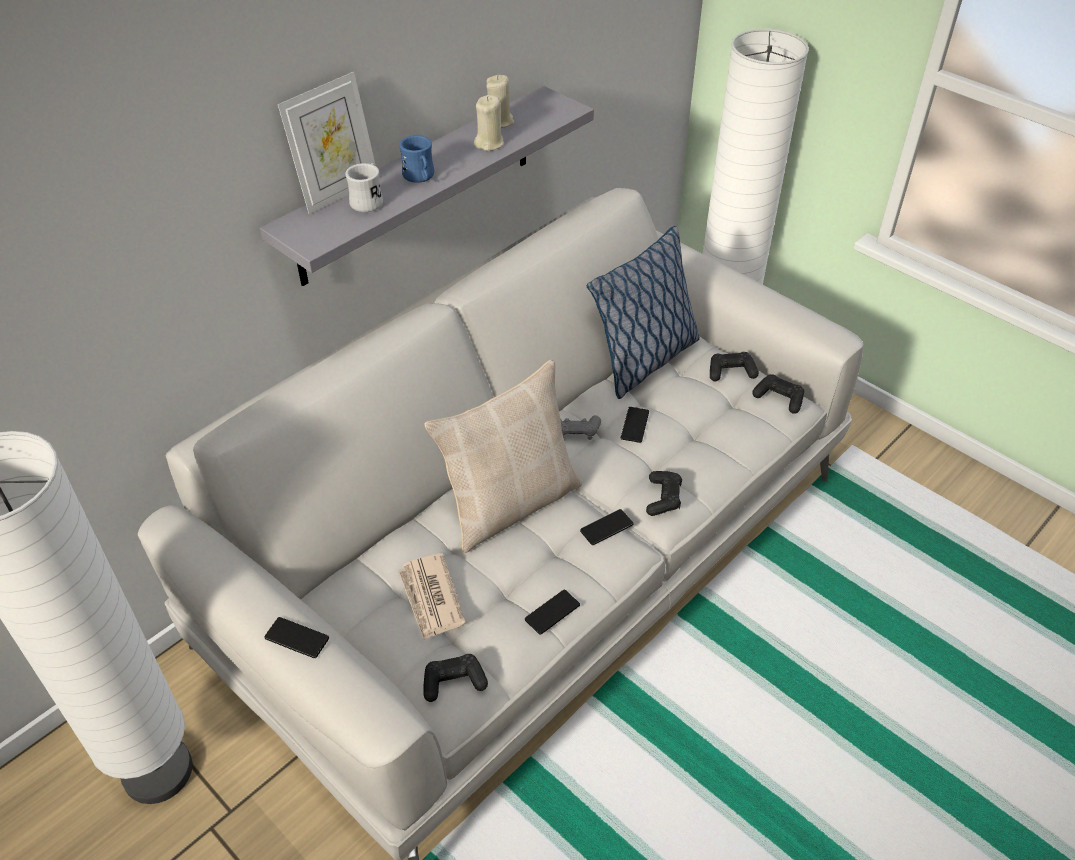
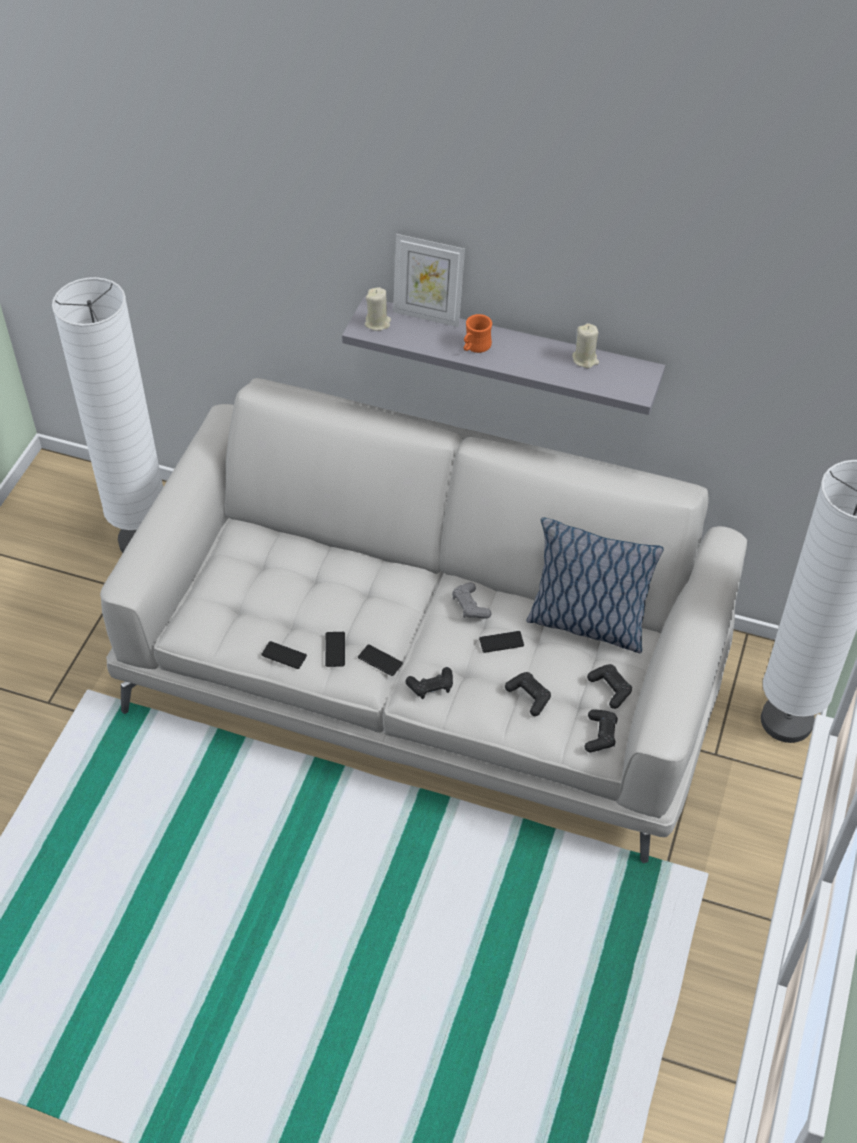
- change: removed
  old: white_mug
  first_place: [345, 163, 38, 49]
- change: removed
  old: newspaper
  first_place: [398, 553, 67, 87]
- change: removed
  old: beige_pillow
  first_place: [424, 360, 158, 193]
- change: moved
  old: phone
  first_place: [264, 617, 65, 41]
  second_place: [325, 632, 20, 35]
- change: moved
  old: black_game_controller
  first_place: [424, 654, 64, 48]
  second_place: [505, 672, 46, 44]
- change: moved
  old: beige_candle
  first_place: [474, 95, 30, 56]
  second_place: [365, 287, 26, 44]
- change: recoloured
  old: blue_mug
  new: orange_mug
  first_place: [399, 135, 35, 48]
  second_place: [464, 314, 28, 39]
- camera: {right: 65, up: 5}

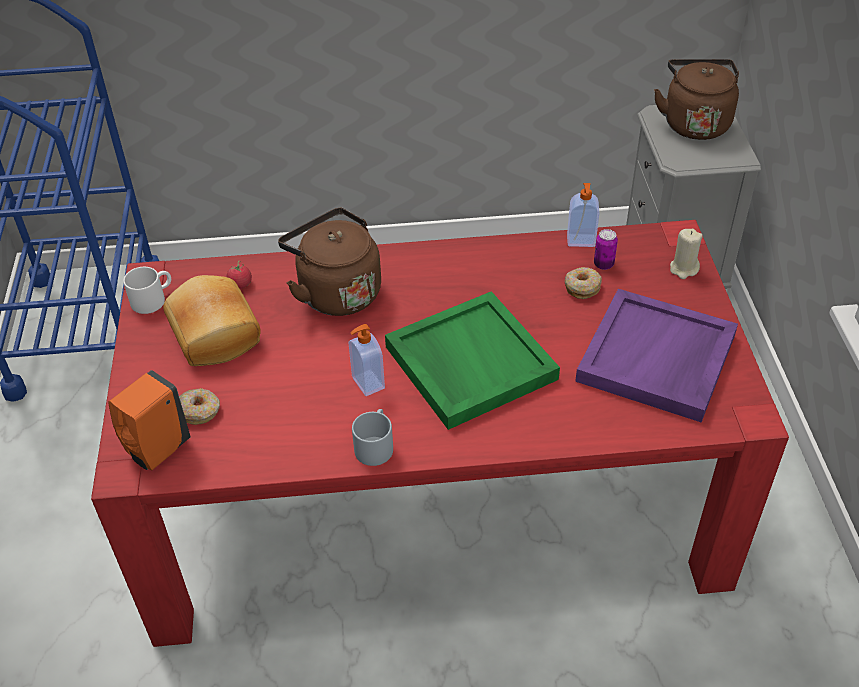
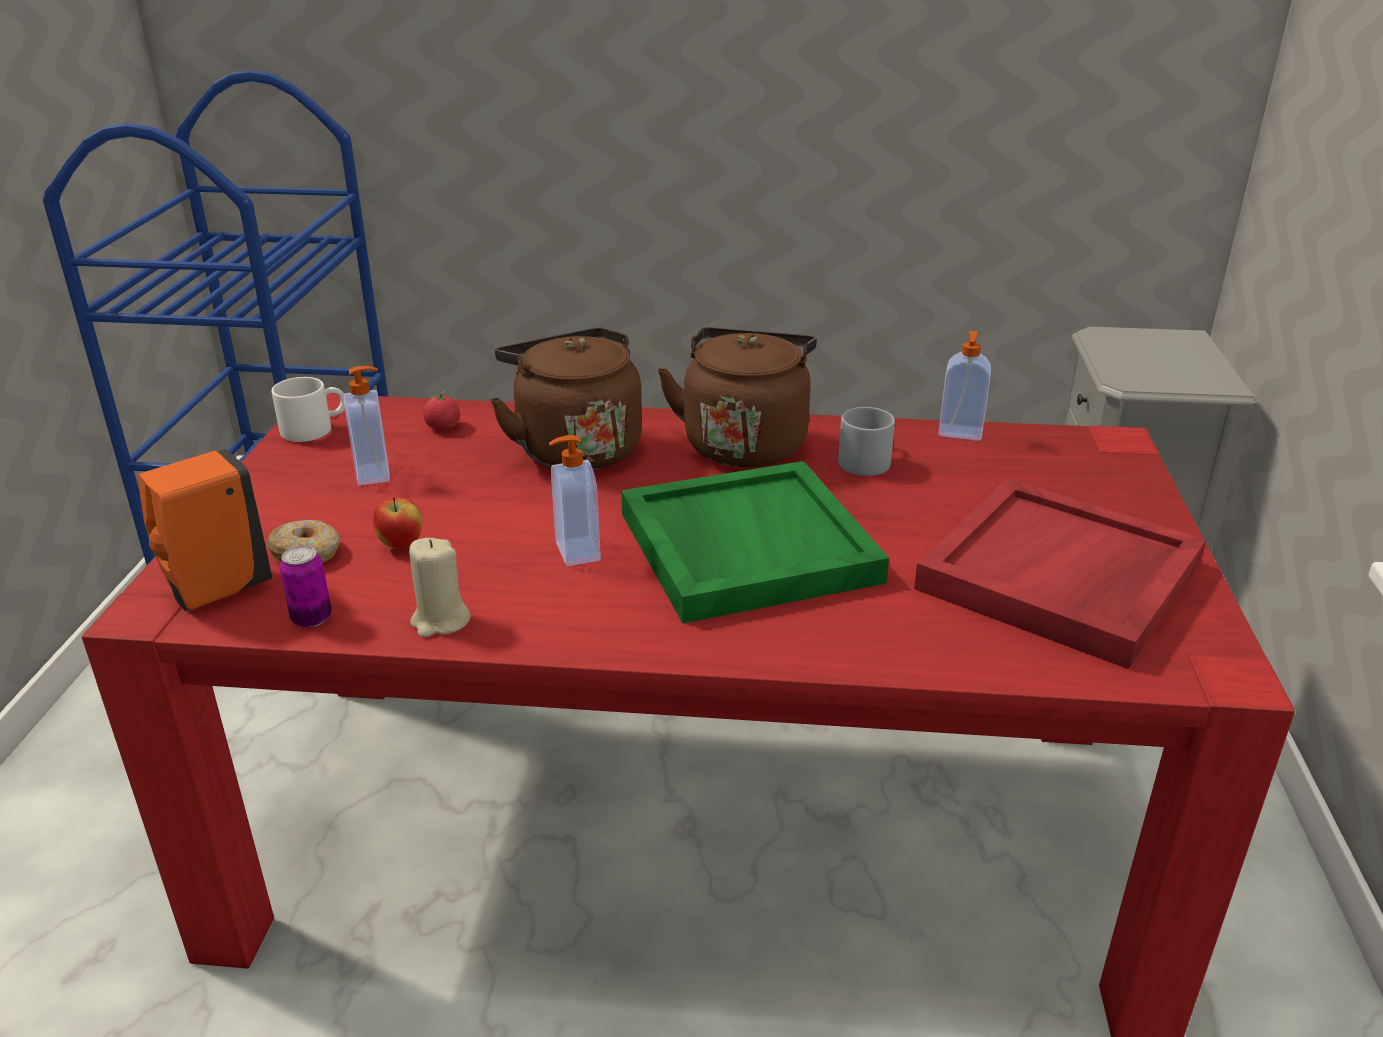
- change: removed
  old: donut
  first_place: [565, 267, 37, 32]
- change: added
  new: apple
  second_place: [373, 497, 49, 51]
- change: moved
  old: grey_mug
  first_place: [352, 409, 41, 57]
  second_place: [838, 407, 57, 69]
- change: moved
  old: can
  first_place: [594, 229, 24, 41]
  second_place: [280, 546, 52, 82]
- change: moved
  old: brown_kettle
  first_place: [654, 59, 85, 81]
  second_place: [658, 327, 159, 140]
- change: moved
  old: beige_candle
  first_place: [670, 229, 33, 50]
  second_place: [409, 538, 62, 100]
- change: replaced
  old: bread
  new: soap_dispenser
  first_place: [163, 275, 98, 91]
  second_place: [344, 366, 46, 119]
- change: recoloured
  old: purple_tray
  new: red_tray
  first_place: [575, 289, 163, 133]
  second_place: [914, 479, 292, 190]
- camera: {right: 10, up: -15}

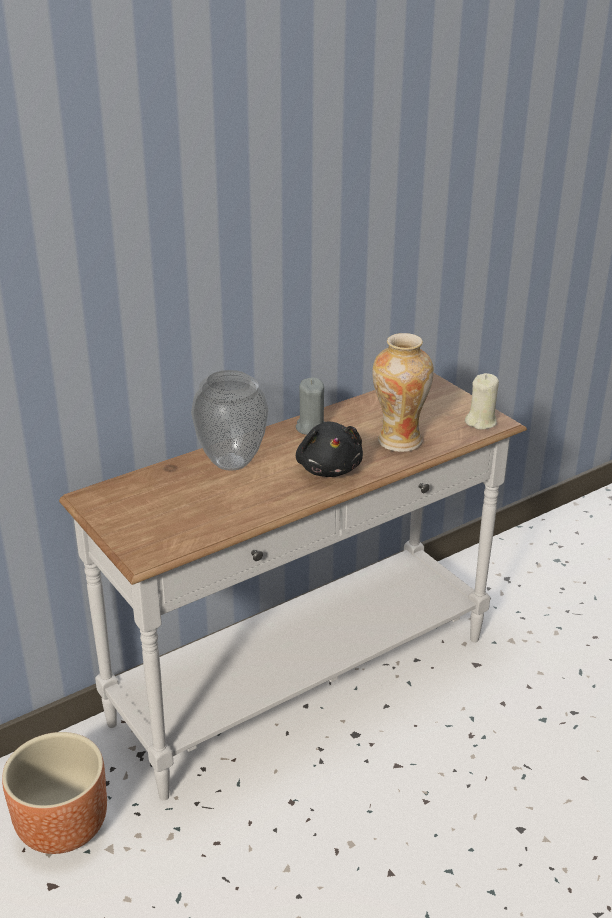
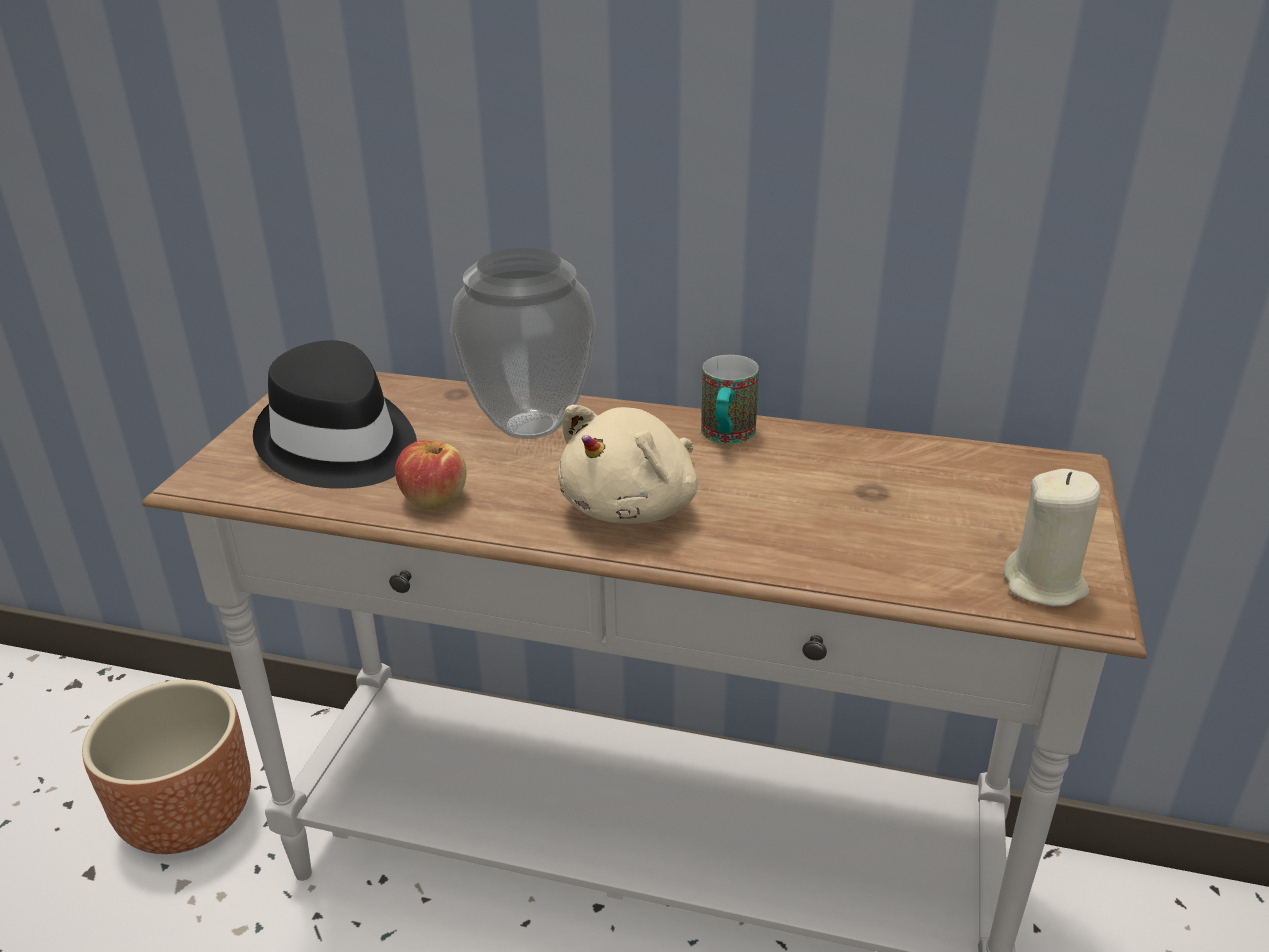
- change: removed
  old: vase
  first_place: [373, 333, 61, 119]
- change: added
  new: black_hat
  second_place: [253, 340, 164, 149]
- change: added
  new: apple
  second_place: [395, 440, 72, 70]
- change: replaced
  old: grey_candle
  new: mug
  first_place: [296, 378, 28, 57]
  second_place: [701, 355, 58, 89]
- change: recoloured
  old: black_plush_toy
  new: beige_plush_toy
  first_place: [296, 422, 67, 55]
  second_place: [558, 405, 140, 119]
- camera: {right: 50, up: 0}

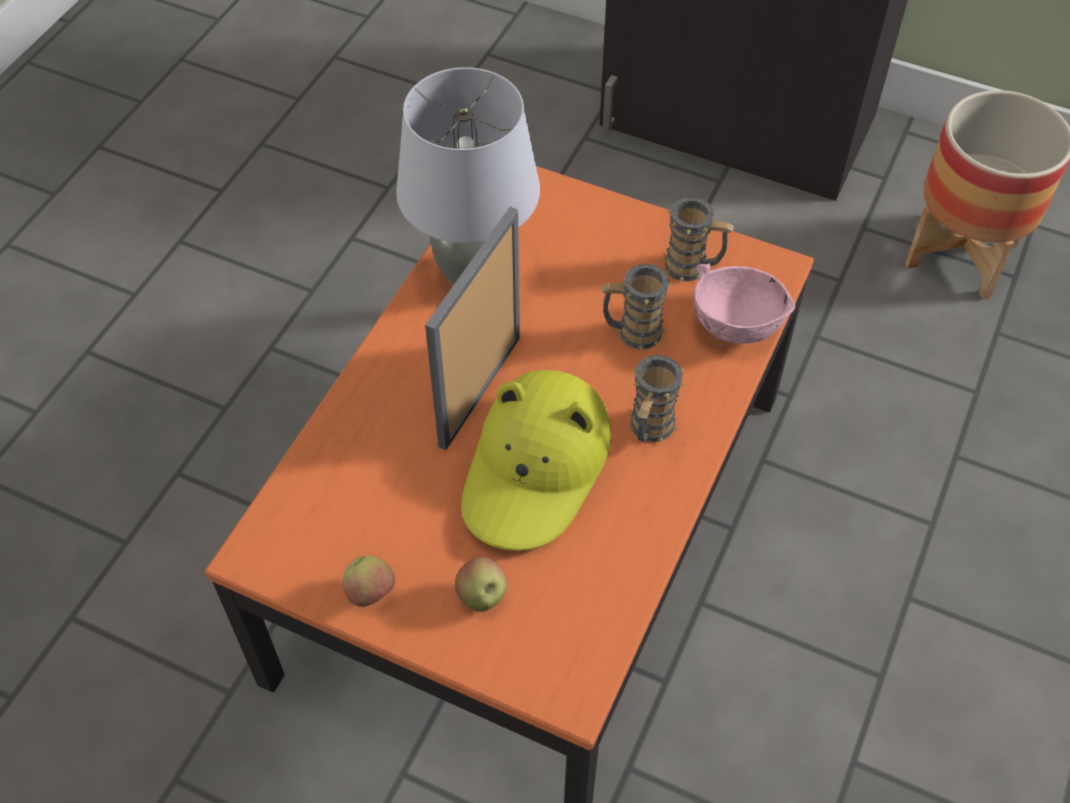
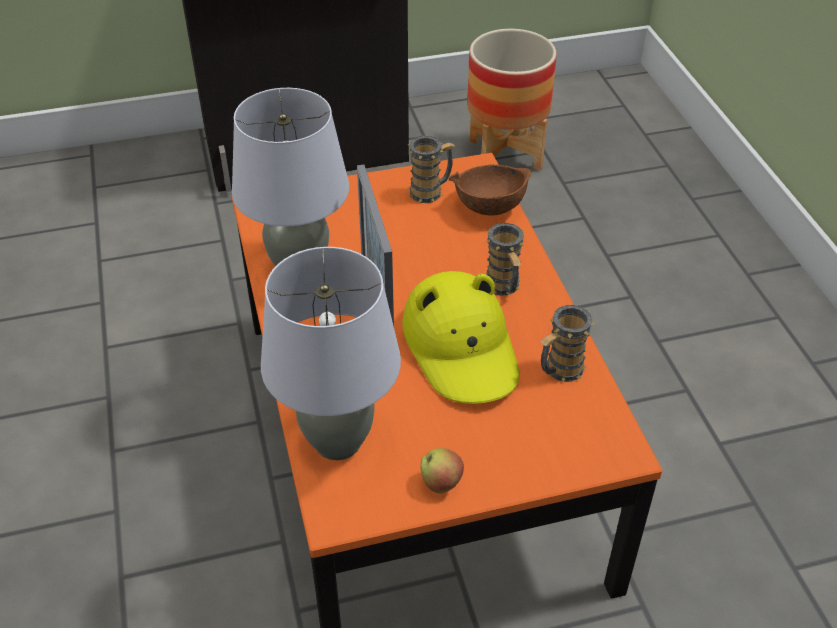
- change: removed
  old: apple
  first_place: [455, 557, 52, 55]
- change: added
  new: grey_table_lamp
  second_place: [261, 247, 140, 213]
- change: moved
  old: mug
  first_place: [600, 264, 72, 87]
  second_place: [541, 305, 54, 77]
- change: recoloured
  old: pink_bowl
  new: brown_bowl
  first_place: [694, 263, 101, 81]
  second_place: [449, 165, 82, 51]
- camera: {right: -40, up: -10}

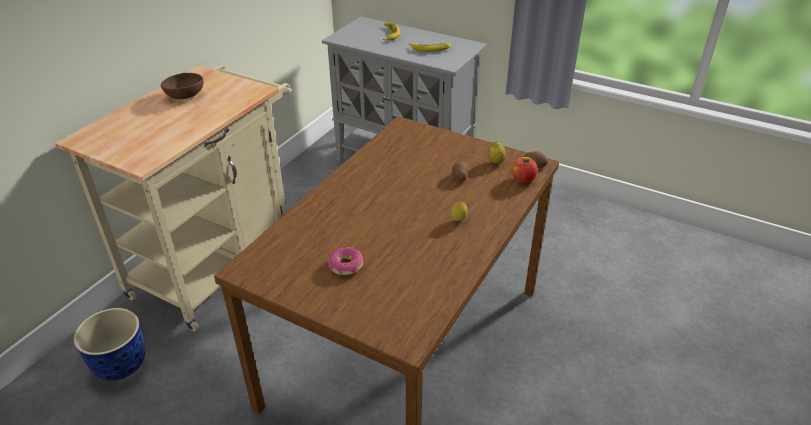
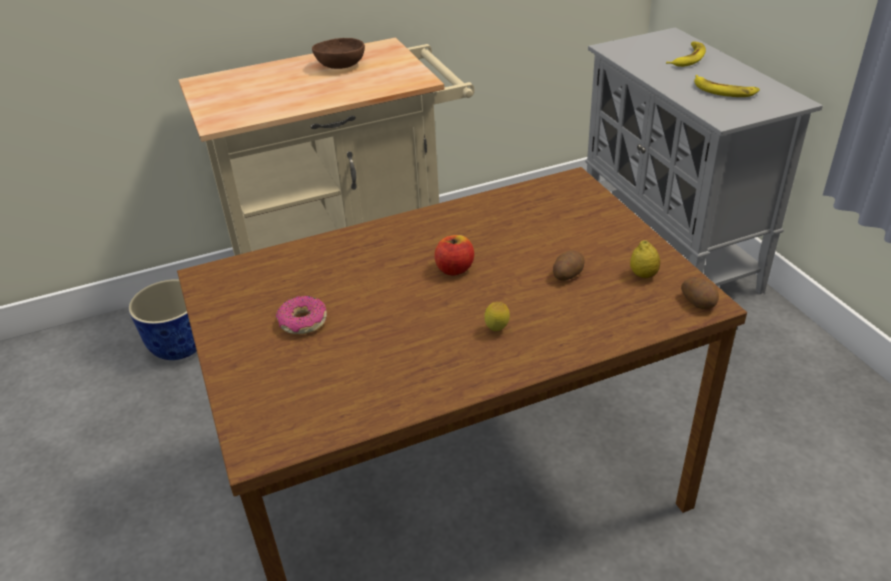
- change: moved
  old: apple
  first_place: [512, 157, 25, 27]
  second_place: [434, 235, 40, 40]
- camera: {right: 40, up: 0}

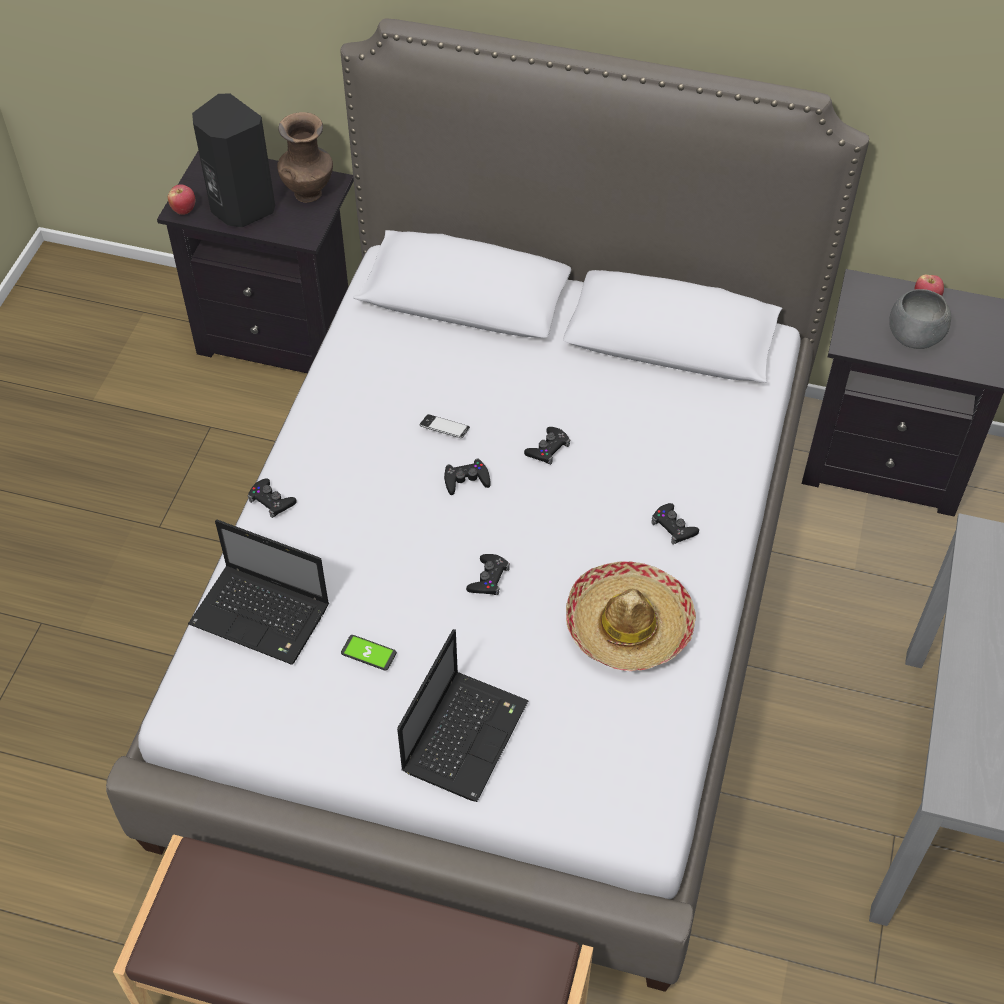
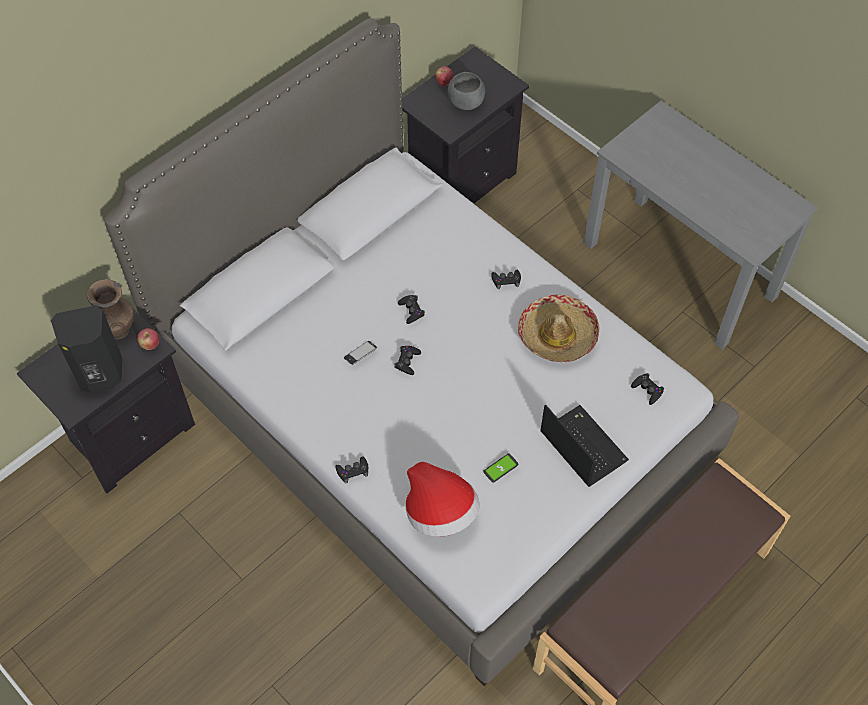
- change: moved
  old: apple
  first_place: [168, 184, 27, 31]
  second_place: [137, 328, 22, 22]
- change: moved
  old: black_game_controller
  first_place: [466, 554, 44, 41]
  second_place: [631, 373, 33, 32]
- change: replaced
  old: laptop
  new: hat
  first_place: [188, 520, 141, 145]
  second_place: [406, 462, 74, 75]
- camera: {right: -60, up: 5}

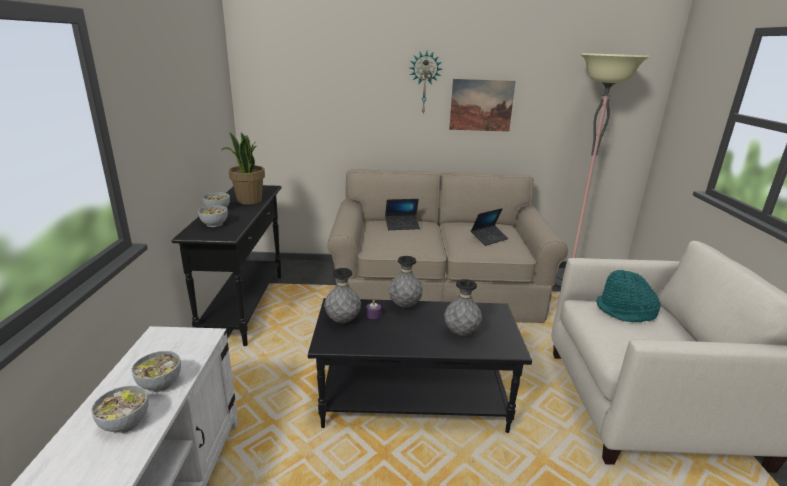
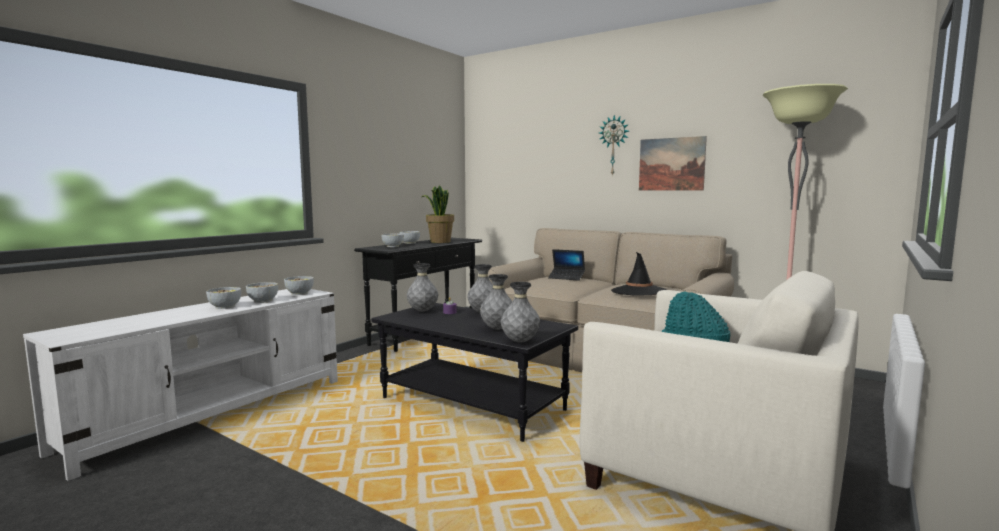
- change: added
  new: bowl
  second_place: [284, 276, 30, 19]
- change: added
  new: grey_vase
  second_place: [501, 282, 39, 61]
- change: replaced
  old: laptop
  new: black_hat
  first_place: [471, 208, 38, 38]
  second_place: [611, 252, 56, 44]
- camera: {right: 35, up: -15}

